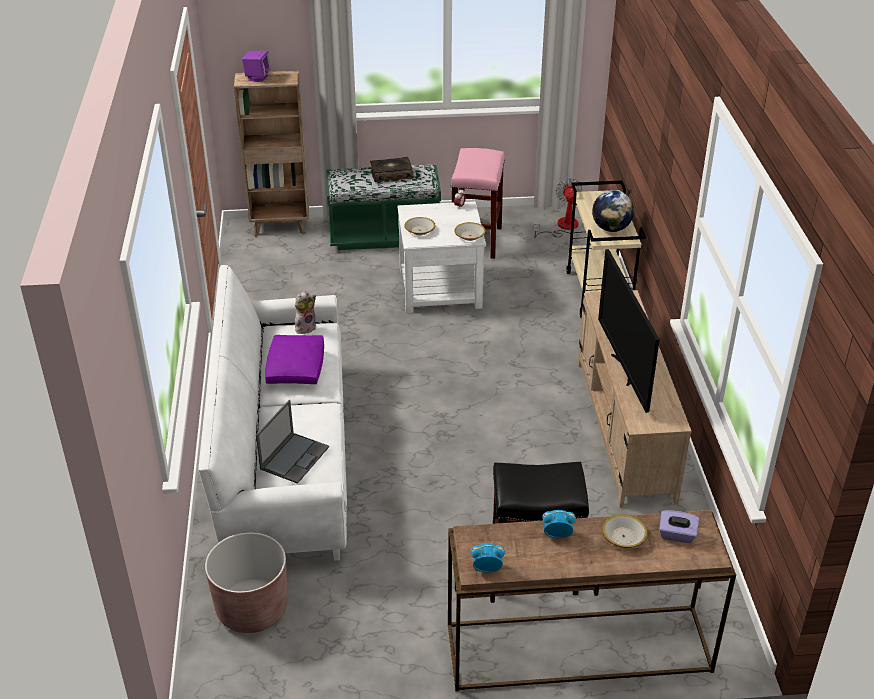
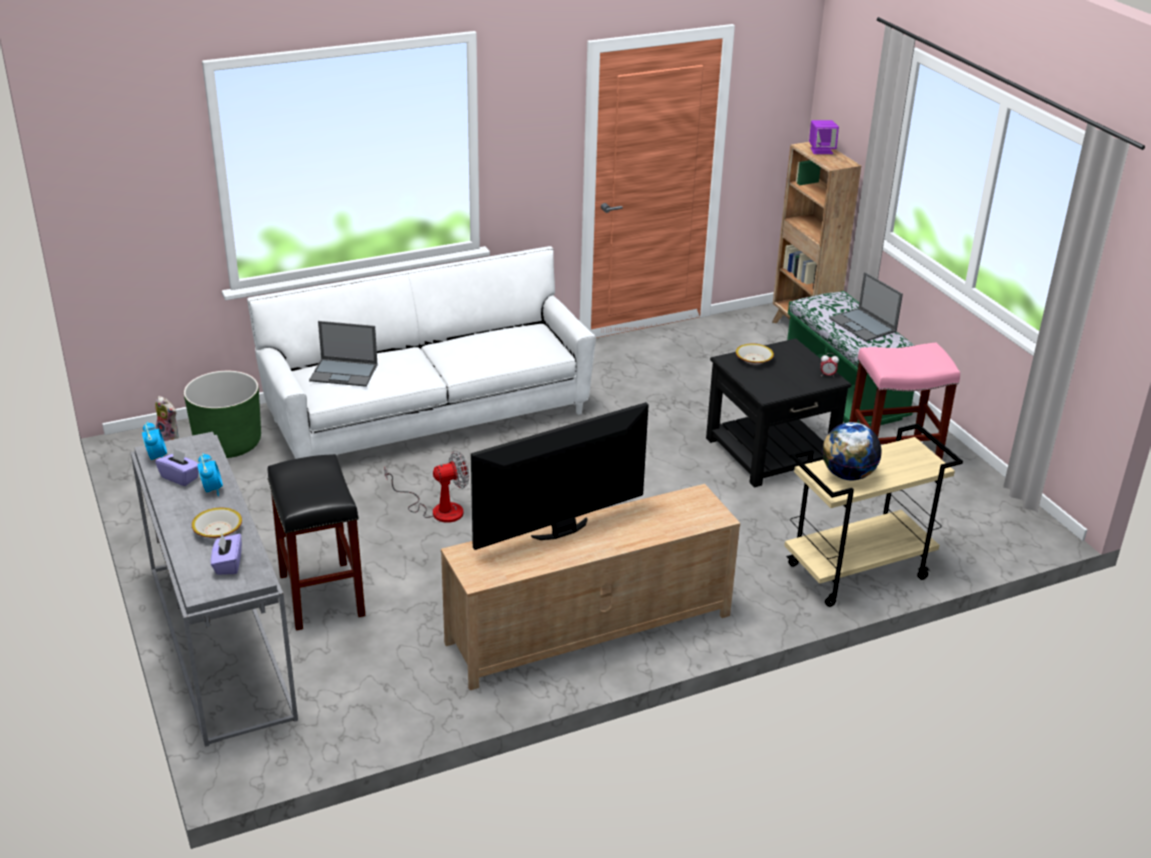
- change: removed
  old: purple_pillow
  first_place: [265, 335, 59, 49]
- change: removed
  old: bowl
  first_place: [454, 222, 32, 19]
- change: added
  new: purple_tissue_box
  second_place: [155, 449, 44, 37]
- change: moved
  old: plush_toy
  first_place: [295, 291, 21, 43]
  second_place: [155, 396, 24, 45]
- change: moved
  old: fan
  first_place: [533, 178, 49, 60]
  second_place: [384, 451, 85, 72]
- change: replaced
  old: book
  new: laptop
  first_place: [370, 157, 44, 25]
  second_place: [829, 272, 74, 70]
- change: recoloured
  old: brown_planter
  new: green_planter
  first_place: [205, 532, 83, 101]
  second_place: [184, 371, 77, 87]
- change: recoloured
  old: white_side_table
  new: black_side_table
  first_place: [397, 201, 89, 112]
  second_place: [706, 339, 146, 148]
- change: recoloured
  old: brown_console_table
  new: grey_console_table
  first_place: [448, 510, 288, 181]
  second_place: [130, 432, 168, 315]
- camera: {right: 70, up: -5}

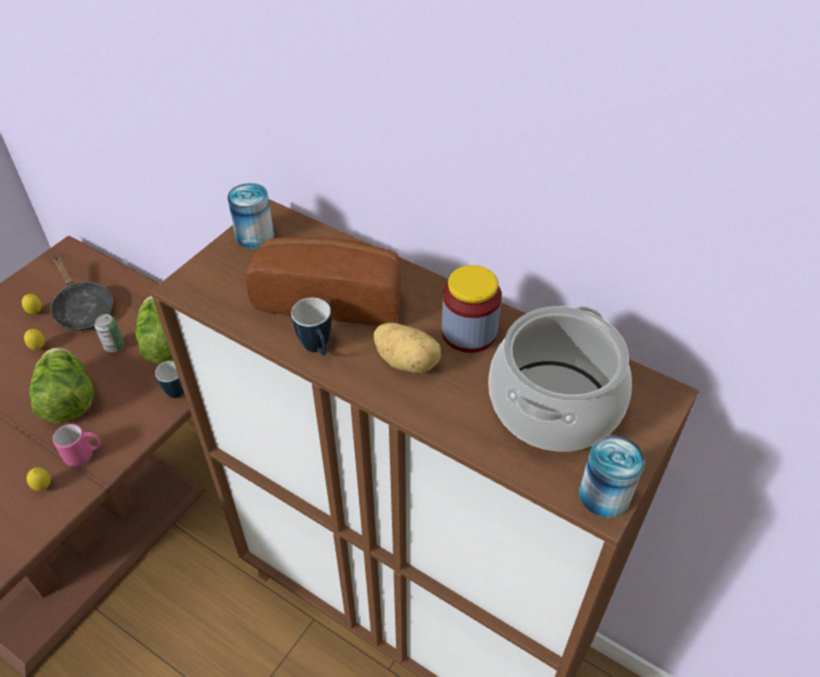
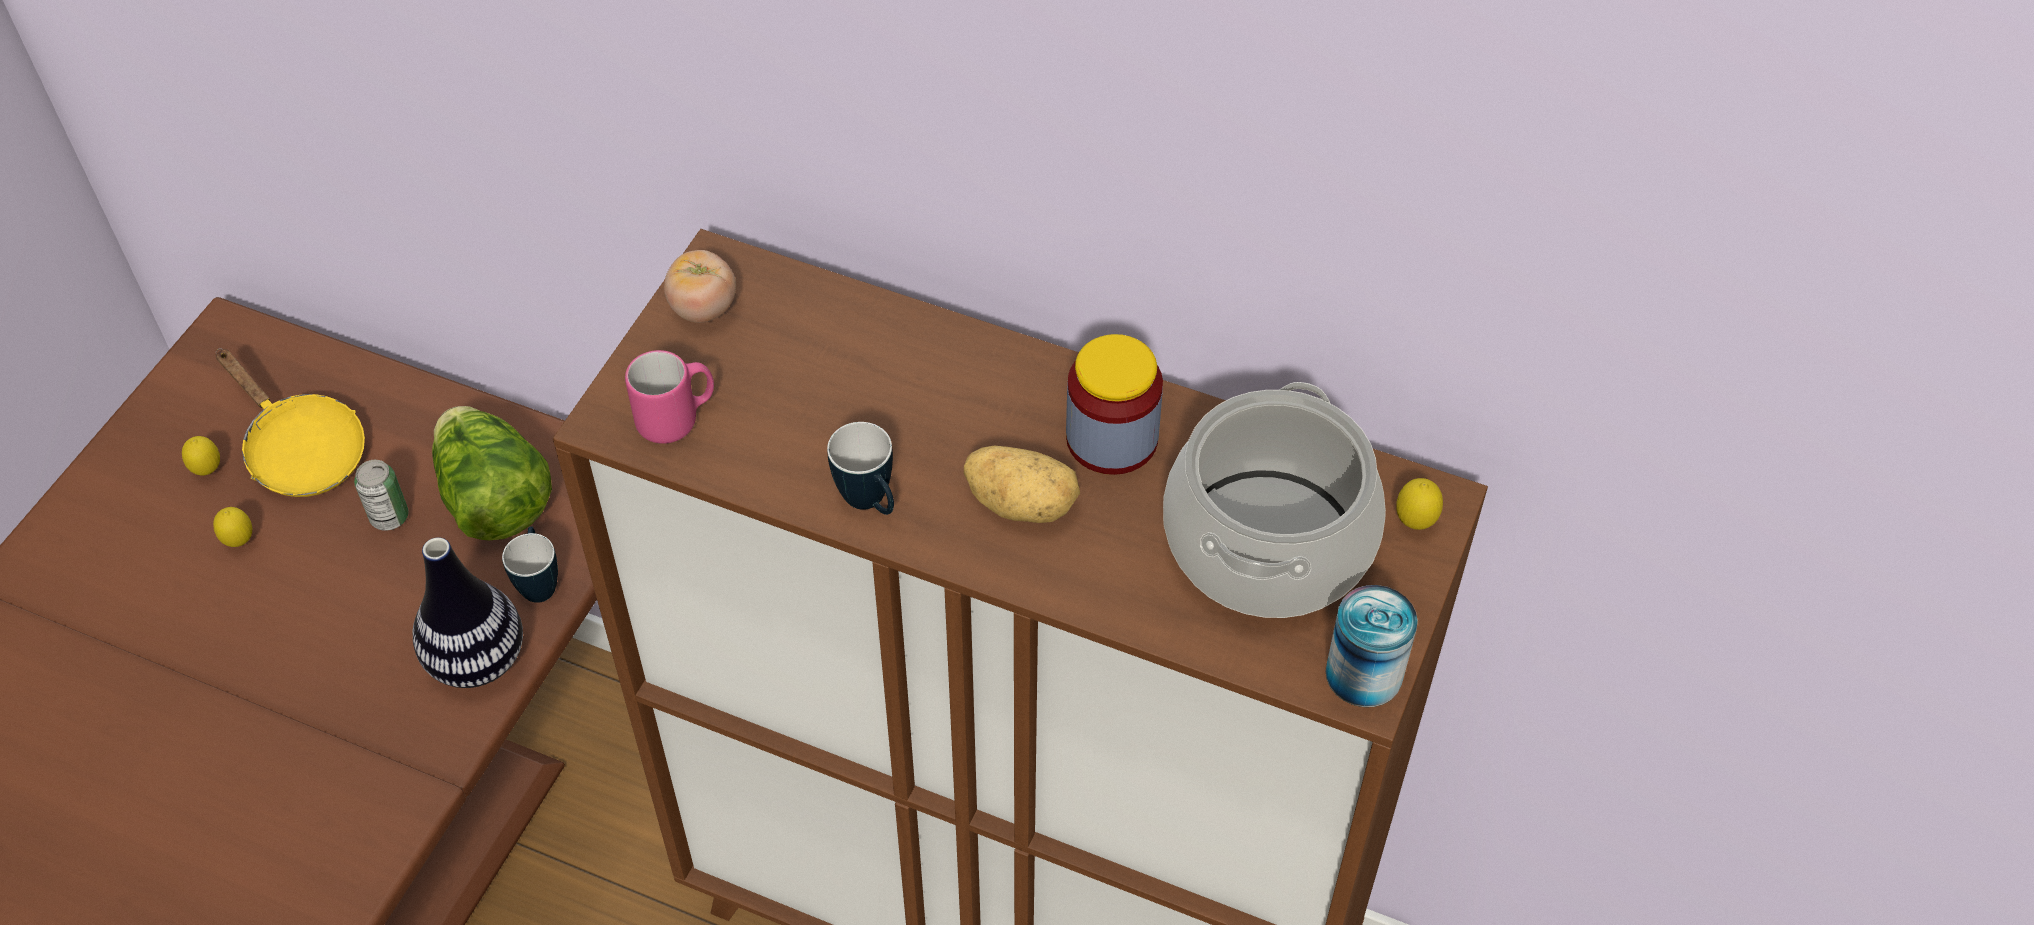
- change: removed
  old: lettuce
  first_place: [29, 347, 66, 76]
- change: removed
  old: bread
  first_place: [245, 237, 156, 89]
- change: added
  new: vase
  second_place: [413, 537, 110, 151]
- change: moved
  old: lemon
  first_place: [27, 467, 24, 24]
  second_place: [1396, 478, 47, 52]
- change: moved
  old: pink_mug
  first_place: [53, 424, 47, 43]
  second_place: [625, 350, 89, 94]
- change: replaced
  old: can
  new: tomato
  first_place: [227, 183, 47, 66]
  second_place: [664, 250, 72, 73]
- change: recoloured
  old: black_frying_pan
  new: yellow_frying_pan
  first_place: [51, 255, 62, 76]
  second_place: [216, 348, 149, 149]
- camera: {right: -10, up: 5}

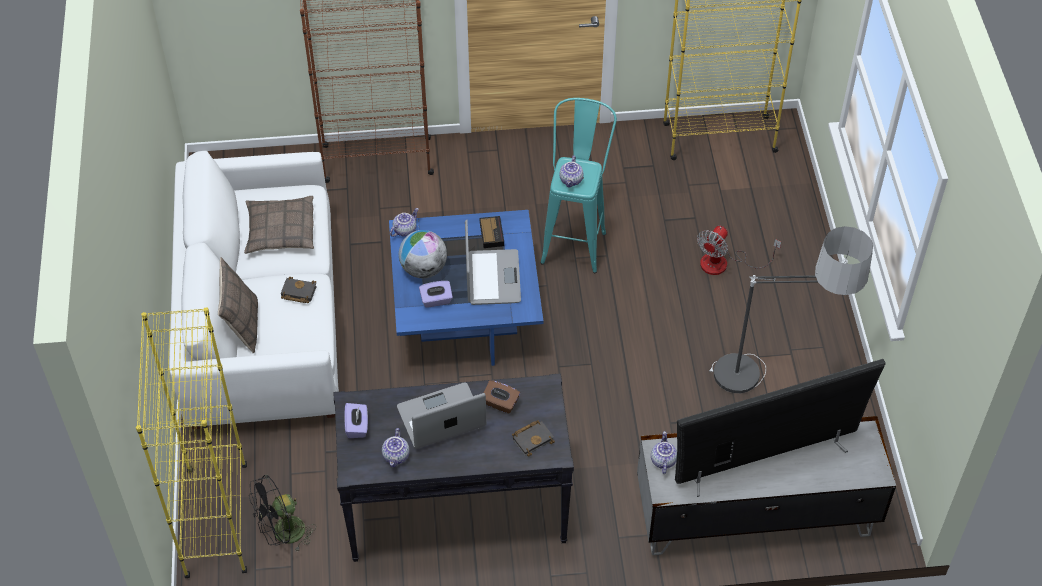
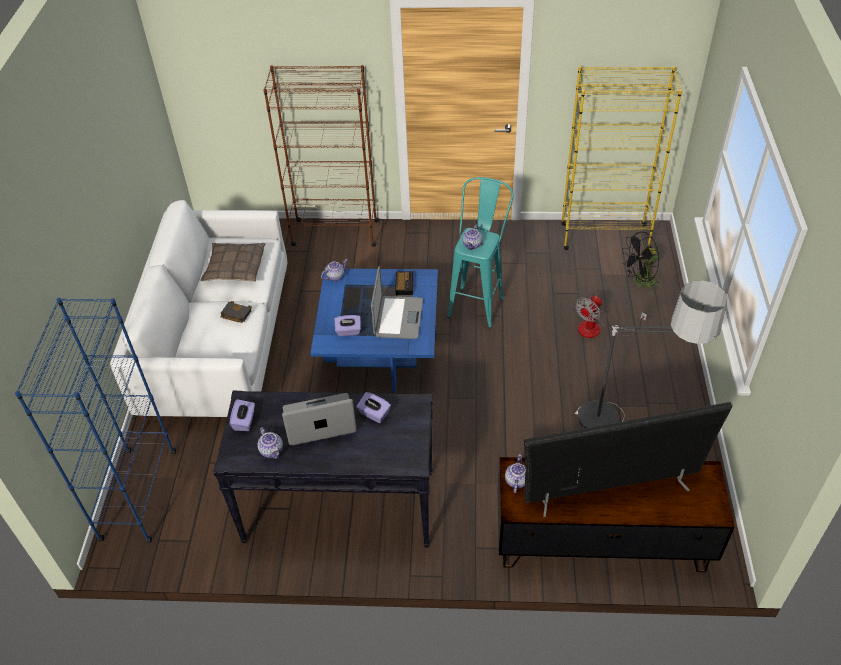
- change: removed
  old: pillow
  first_place: [218, 257, 40, 97]
- change: removed
  old: globe
  first_place: [399, 230, 48, 48]
- change: removed
  old: black_book
  first_place: [512, 420, 43, 37]
- change: moved
  old: black_fan
  first_place: [249, 475, 67, 78]
  second_place: [622, 231, 40, 61]
- change: recoloured
  old: yellow_bookcase
  new: blue_bookcase
  first_place: [136, 308, 111, 270]
  second_place: [15, 298, 161, 244]
- change: recoloured
  old: brown_tissue_box
  new: purple_tissue_box
  first_place: [484, 380, 36, 34]
  second_place: [356, 392, 35, 31]
- change: recoloured
  old: grey_tv_stand
  new: brown_tv_stand
  first_place: [637, 416, 259, 139]
  second_place: [498, 457, 237, 115]
- change: turned
  old: teapot
  first_place: [382, 428, 28, 39]
  second_place: [257, 427, 26, 32]
  degrees: -45
- camera: {right: 10, up: -5}

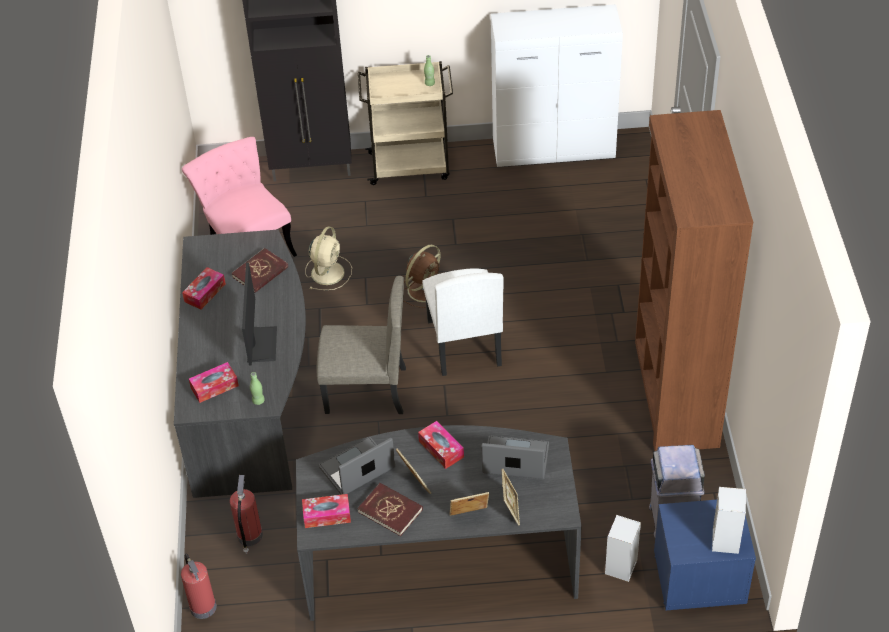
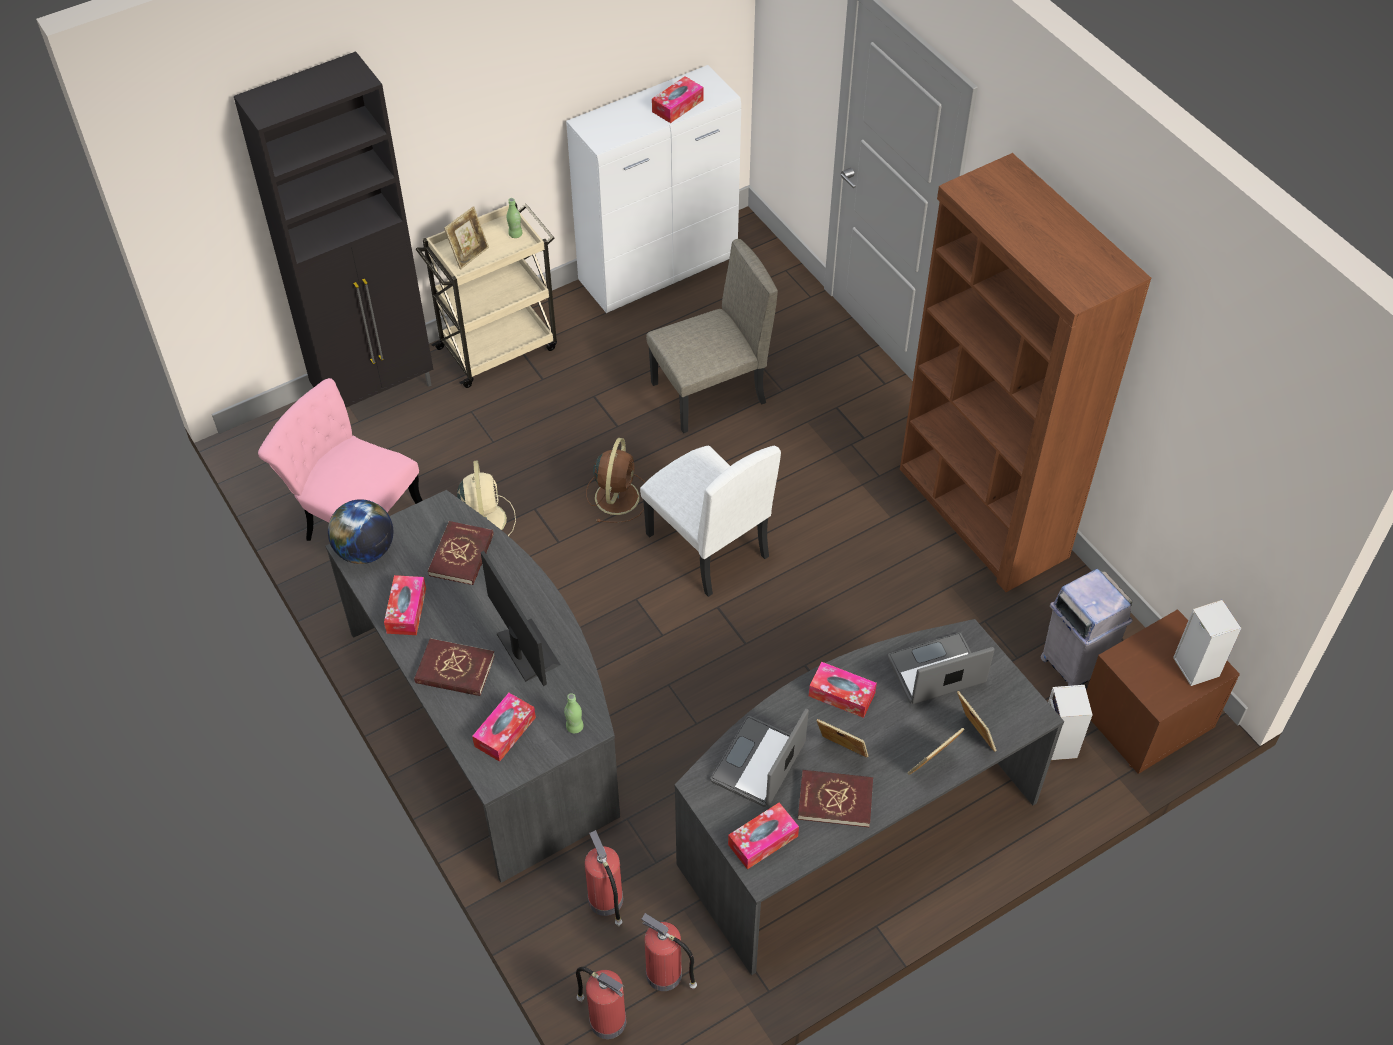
- change: added
  new: globe
  second_place: [328, 499, 65, 65]
- change: added
  new: red_book
  second_place: [414, 638, 81, 58]
- change: added
  new: picture_frame
  second_place: [444, 206, 45, 63]
- change: added
  new: fire_extinguisher
  second_place: [641, 913, 56, 78]
- change: added
  new: tissue_box
  second_place: [652, 76, 52, 47]
- change: moved
  old: beige_chair
  first_place: [317, 276, 89, 138]
  second_place: [646, 239, 132, 194]
- change: recoloured
  old: blue_nightstand
  new: brown_nightstand
  first_place: [654, 500, 102, 110]
  second_place: [1086, 609, 154, 165]
- camera: {right: -30, up: 5}

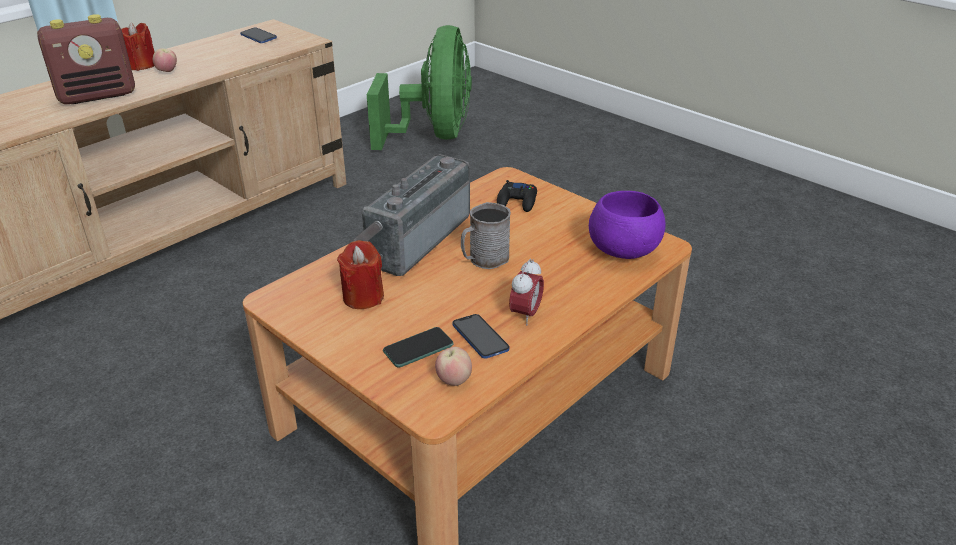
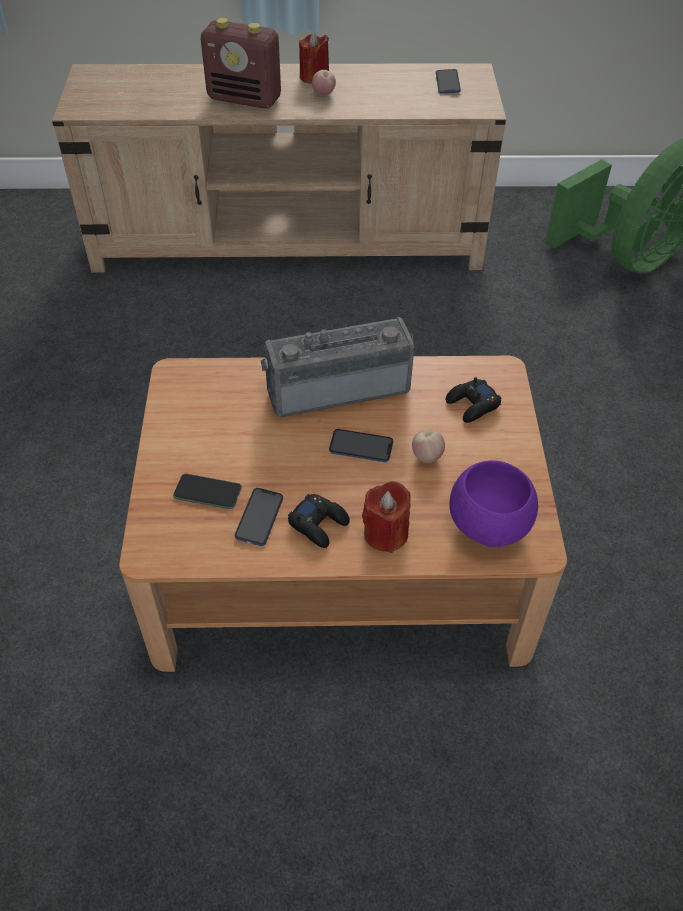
- change: moved
  old: red_candle
  first_place: [337, 240, 47, 69]
  second_place: [362, 481, 49, 72]
- change: moved
  old: apple
  first_place: [435, 347, 37, 39]
  second_place: [412, 429, 33, 34]
- change: replaced
  old: grey_mug
  new: phone
  first_place: [461, 202, 50, 67]
  second_place: [329, 429, 64, 33]
- change: replaced
  old: alarm_clock
  new: black_game_controller
  first_place: [509, 259, 35, 66]
  second_place: [288, 494, 62, 54]
- camera: {right: 45, up: 15}

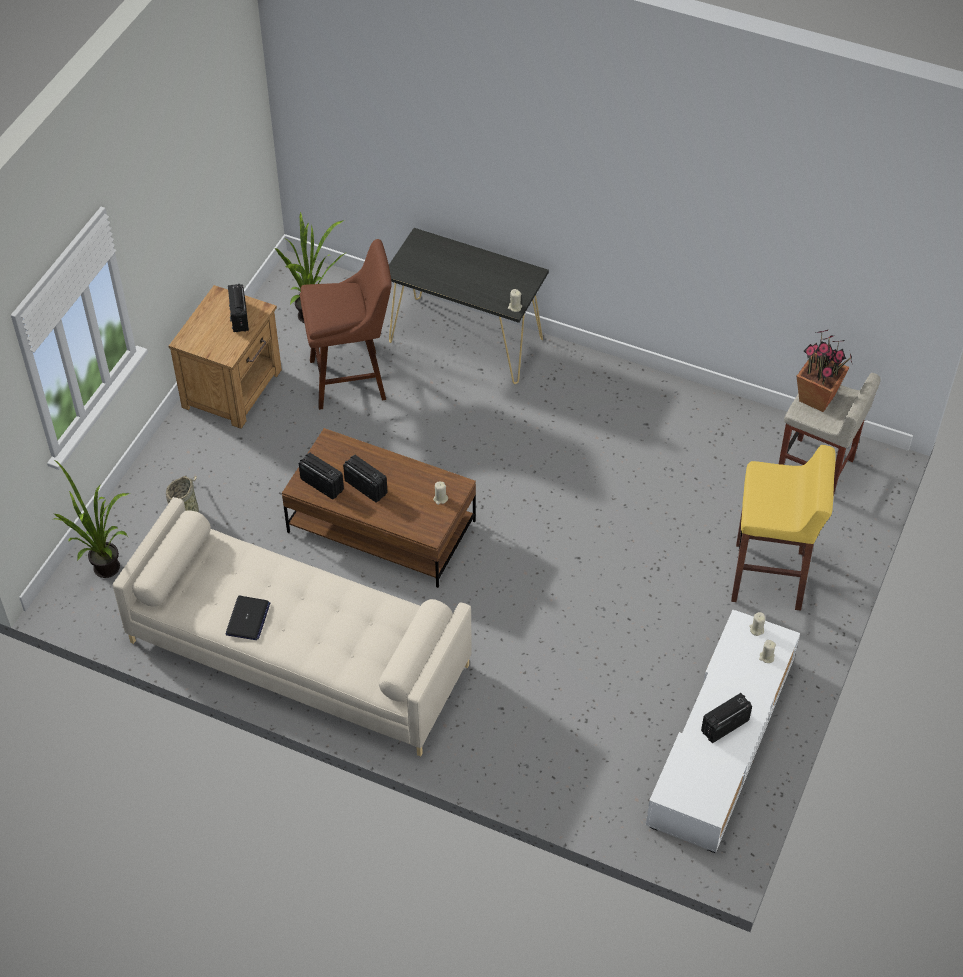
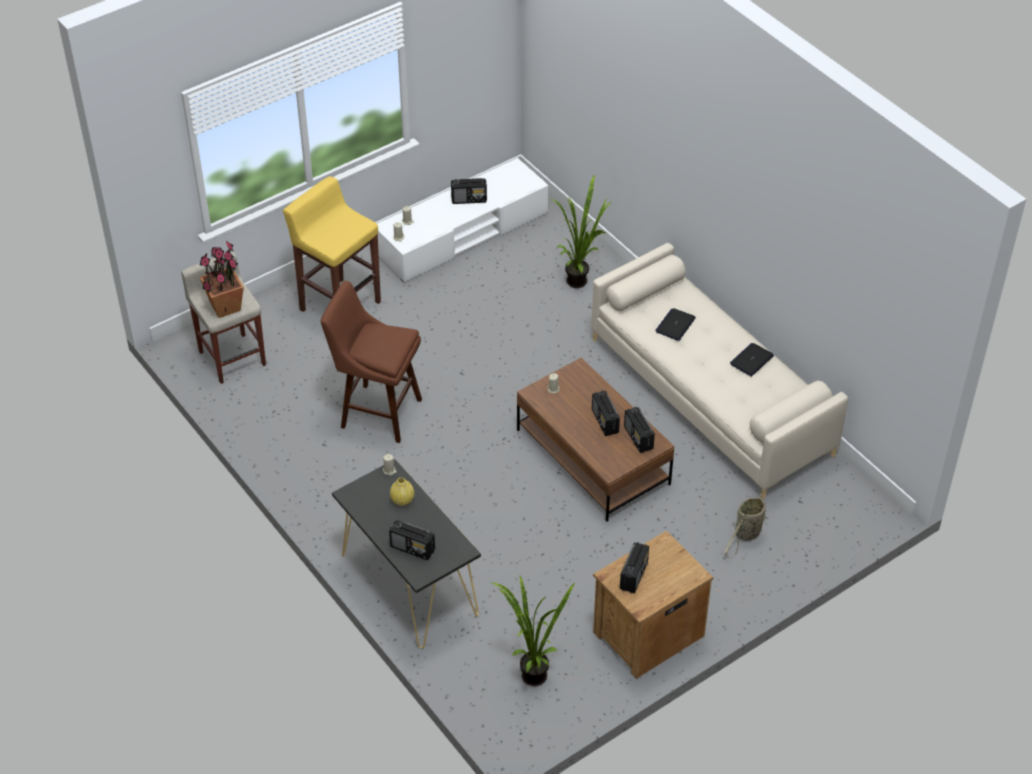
- change: added
  new: radio
  second_place: [389, 520, 46, 40]
- change: added
  new: yellow_vase
  second_place: [390, 477, 24, 29]
- change: added
  new: laptop
  second_place: [655, 308, 41, 33]
- change: moved
  old: potted_plant
  first_place: [51, 459, 79, 119]
  second_place: [549, 174, 62, 114]
- change: moved
  old: brown_stool
  first_place: [300, 239, 92, 171]
  second_place: [321, 281, 101, 162]
- camera: {right: -150, up: -5}

